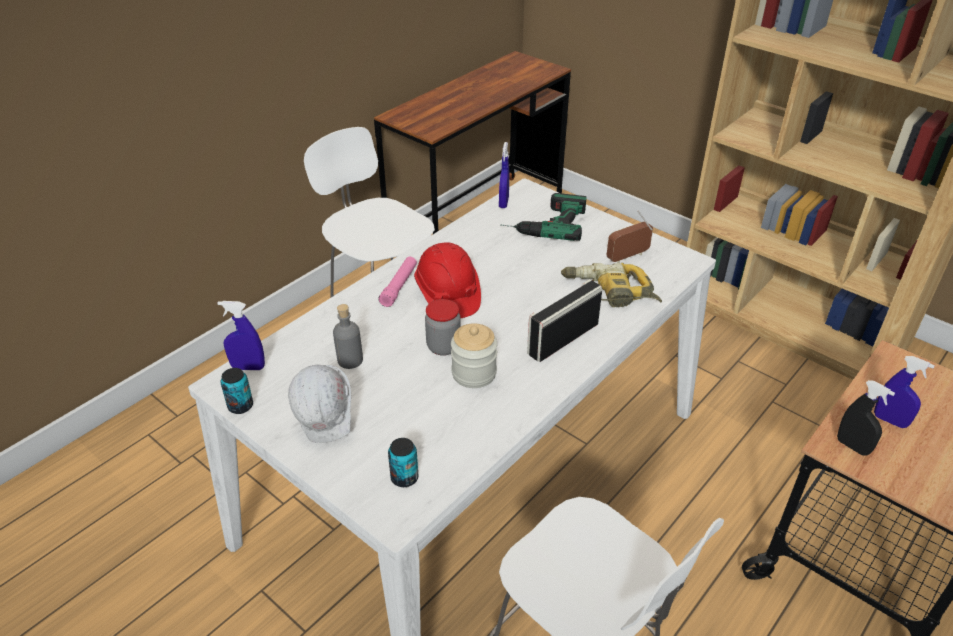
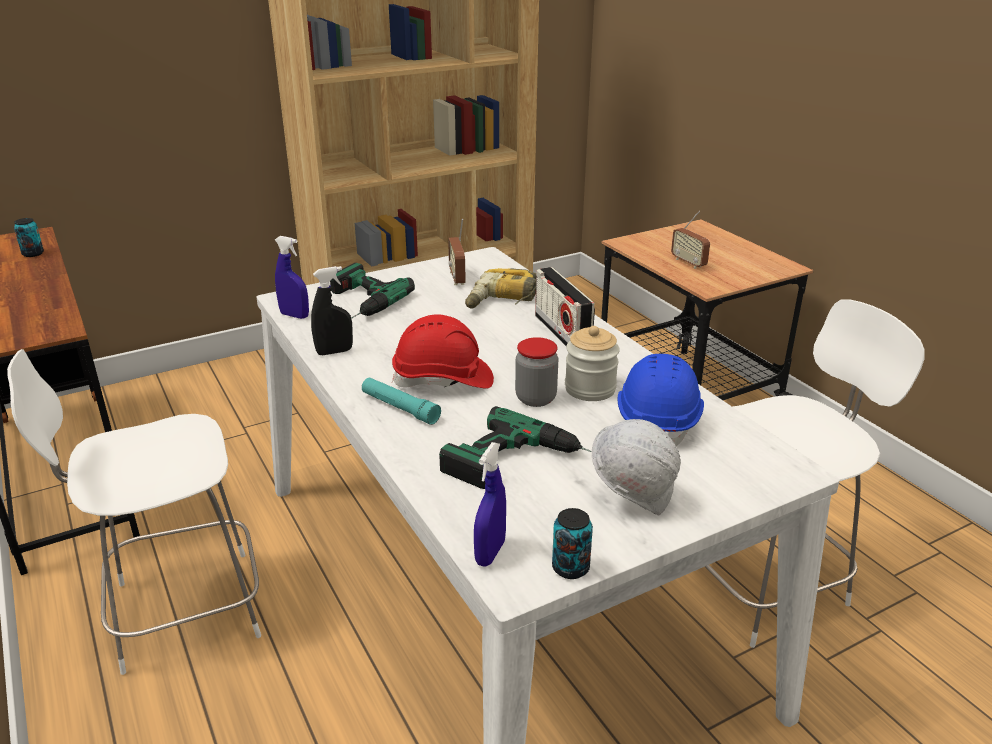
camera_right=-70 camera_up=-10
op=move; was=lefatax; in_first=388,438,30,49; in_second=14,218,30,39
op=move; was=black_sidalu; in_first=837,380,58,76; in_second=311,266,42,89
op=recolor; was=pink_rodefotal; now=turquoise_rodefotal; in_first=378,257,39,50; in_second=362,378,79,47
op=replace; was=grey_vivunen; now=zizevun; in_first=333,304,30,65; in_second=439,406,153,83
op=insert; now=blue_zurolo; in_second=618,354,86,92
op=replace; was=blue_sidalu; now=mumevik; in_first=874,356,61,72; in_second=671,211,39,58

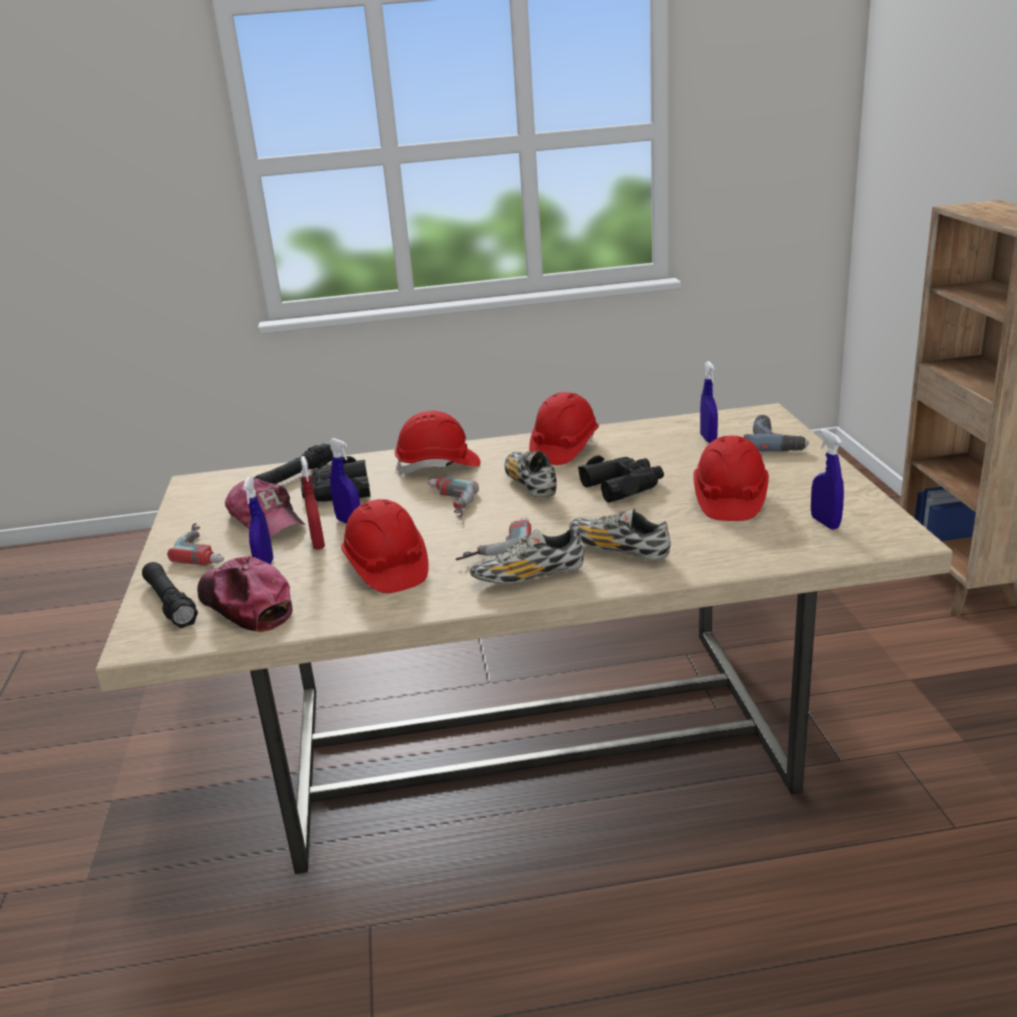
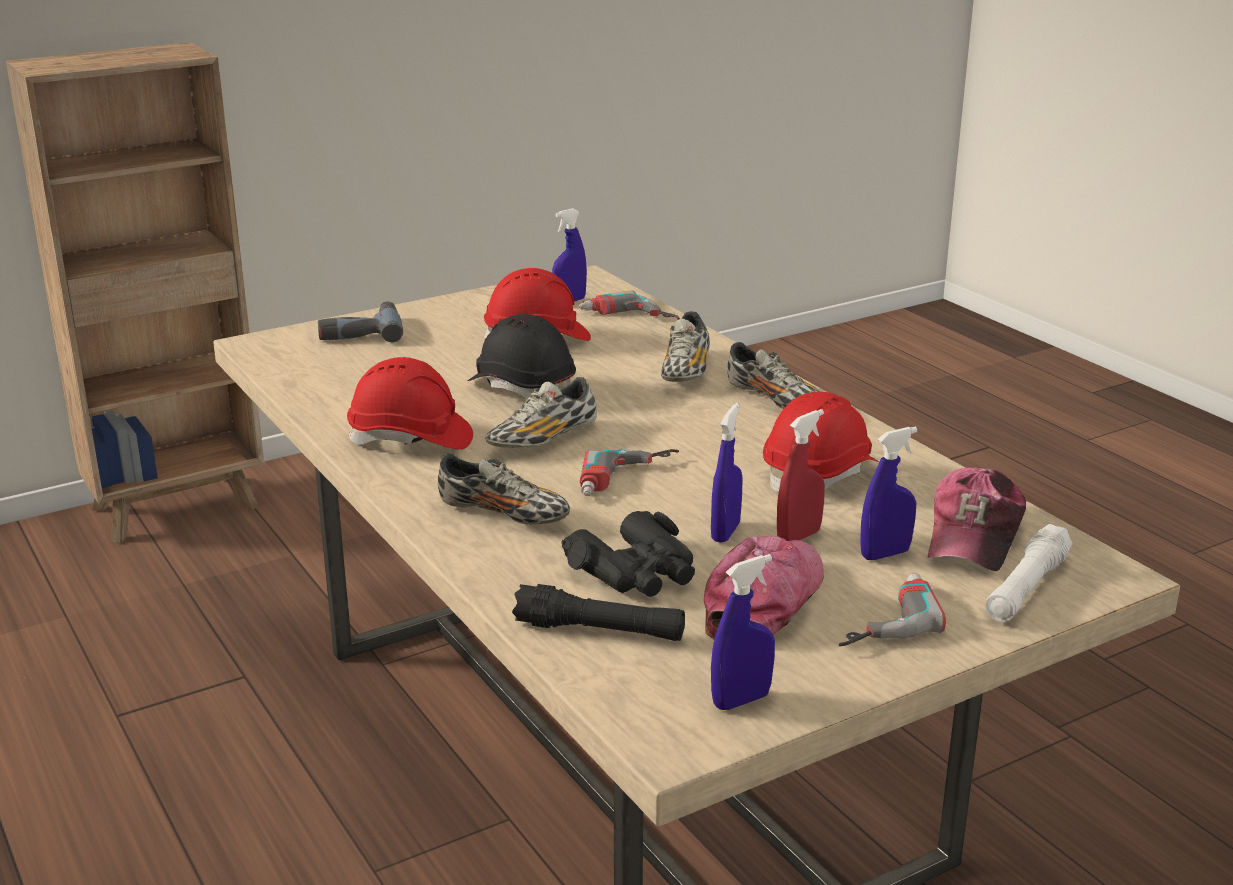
camera_right=-115 camera_up=0
op=replace; was=red_zurolo; now=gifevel; in_first=394,411,86,63; in_second=437,453,133,71
op=replace; was=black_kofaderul; now=black_zurolo; in_first=578,455,86,48; in_second=467,314,109,85
op=move; was=zizevun; in_first=456,517,75,43; in_second=579,290,101,30
op=move; was=blue_sidalu; in_first=700,361,18,82; in_second=711,554,64,156
op=recolor; was=black_rodefotal; now=white_rodefotal; in_first=142,562,56,66; in_second=985,524,87,98

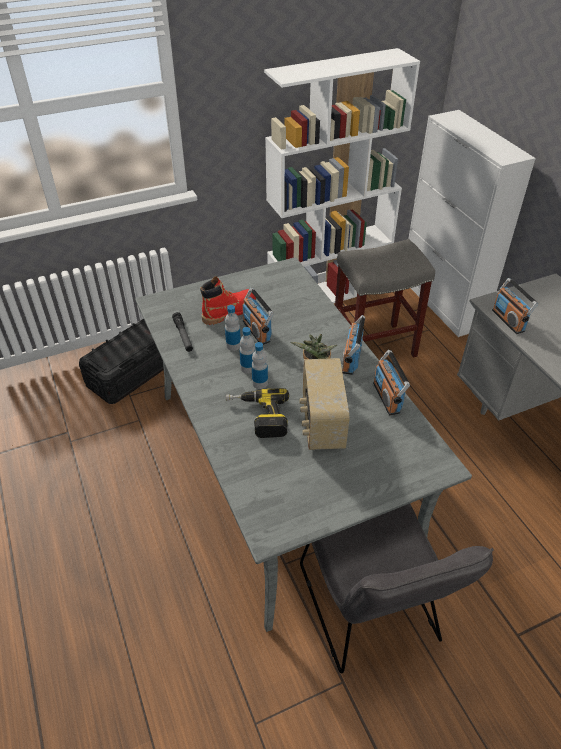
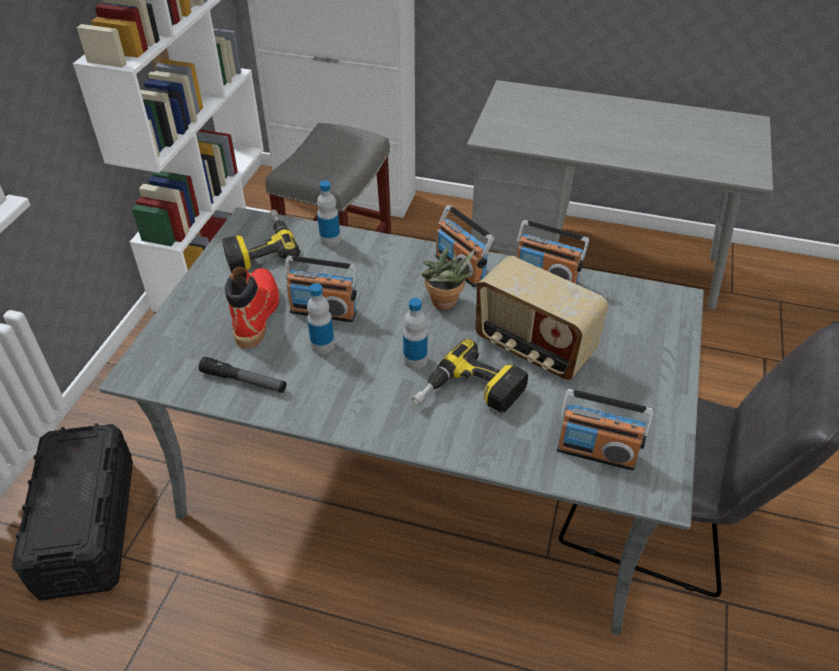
camera_right=-50 camera_up=0
op=insert; now=zizevun; in_second=222,209,78,64
op=move; was=vivunen; in_first=240,327,15,47; in_second=317,180,24,67
op=move; was=mumevik; in_first=492,278,46,56; in_second=557,389,96,82

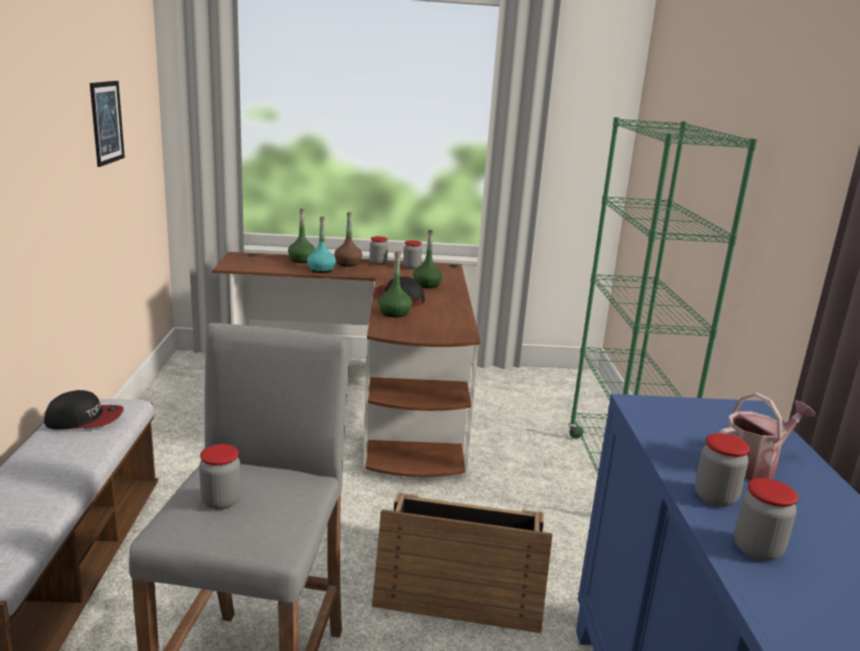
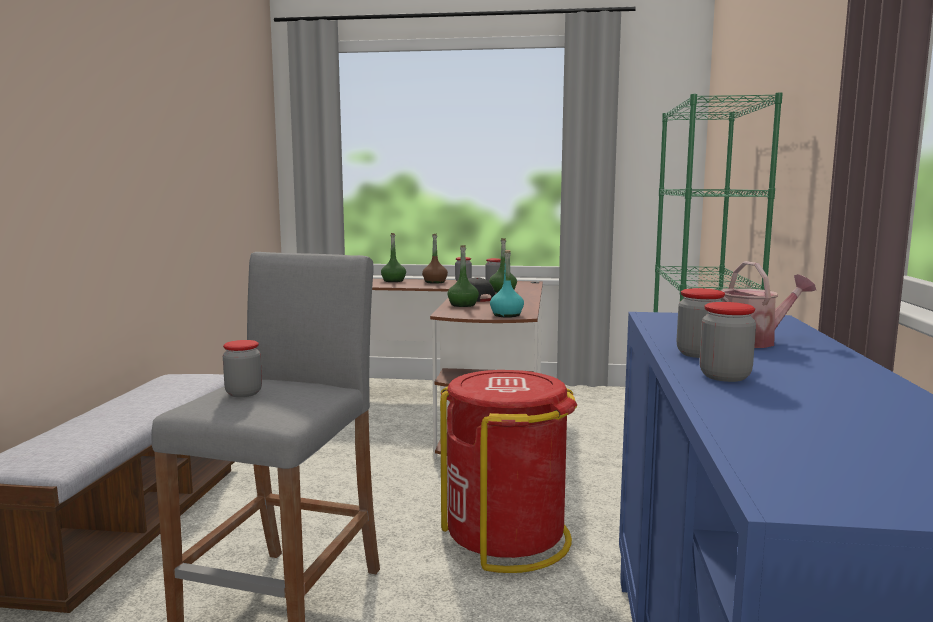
camera_right=10 camera_up=-10
op=replace; was=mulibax; now=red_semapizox; in_first=372,492,180,141; in_second=440,370,137,203
op=move; was=turquoise_vivunen; in_first=307,216,29,57; in_second=490,250,34,68
op=delete; was=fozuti; in_first=44,390,79,40
op=delete; was=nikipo; in_first=90,81,35,86

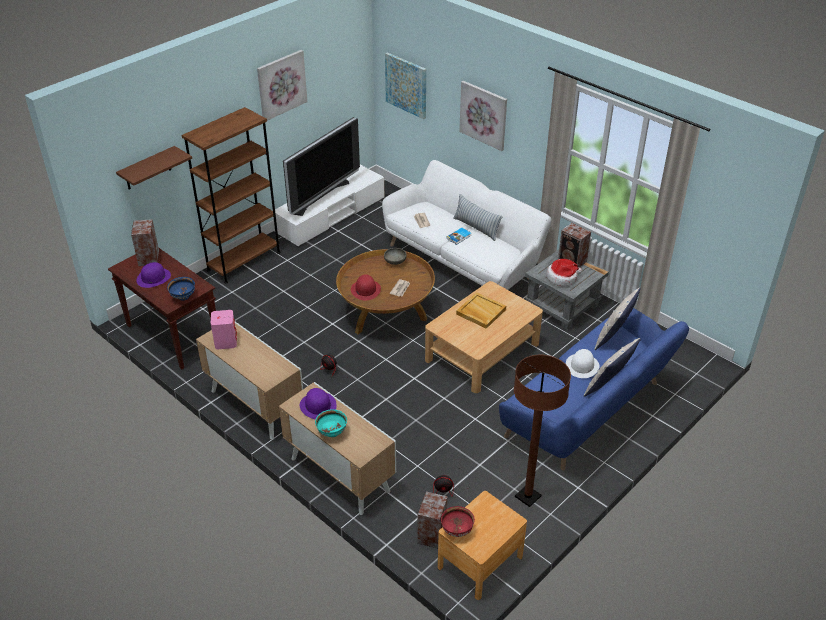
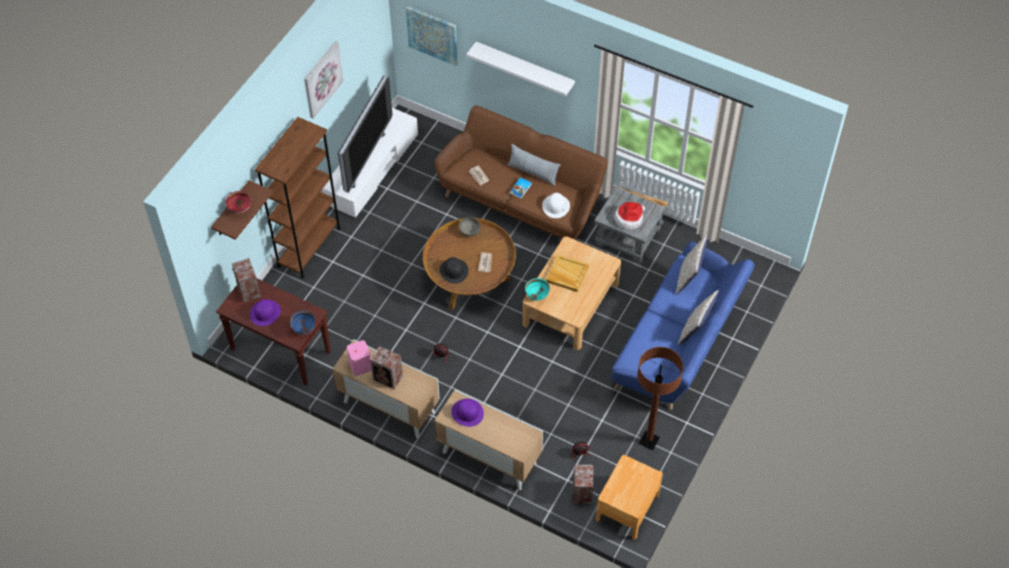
camera_right=-15 camera_up=15
op=move; was=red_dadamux; in_first=441,506,34,31; in_second=226,191,25,23
op=move; was=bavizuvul; in_first=558,223,33,44; in_second=370,346,33,43
op=recolor; was=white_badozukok; now=brown_badozukok; in_first=382,160,170,130; in_second=434,105,174,135
op=recolor; was=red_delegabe; now=black_delegabe; in_first=351,274,30,26; in_second=440,257,29,27
op=replace; was=nikipo; now=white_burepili; in_first=459,81,48,70; in_second=466,42,109,54
op=move; was=turquoise_dadamux; in_first=315,409,32,28; in_second=525,278,25,23
op=move; was=white_delegabe; in_first=566,349,33,29; in_second=542,193,28,25

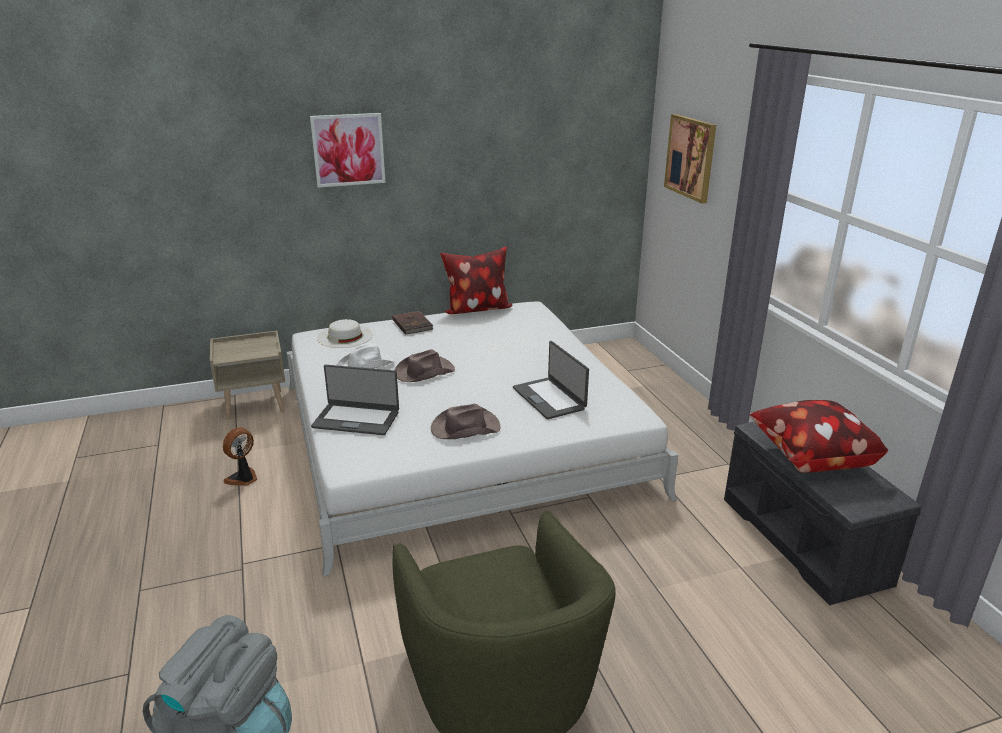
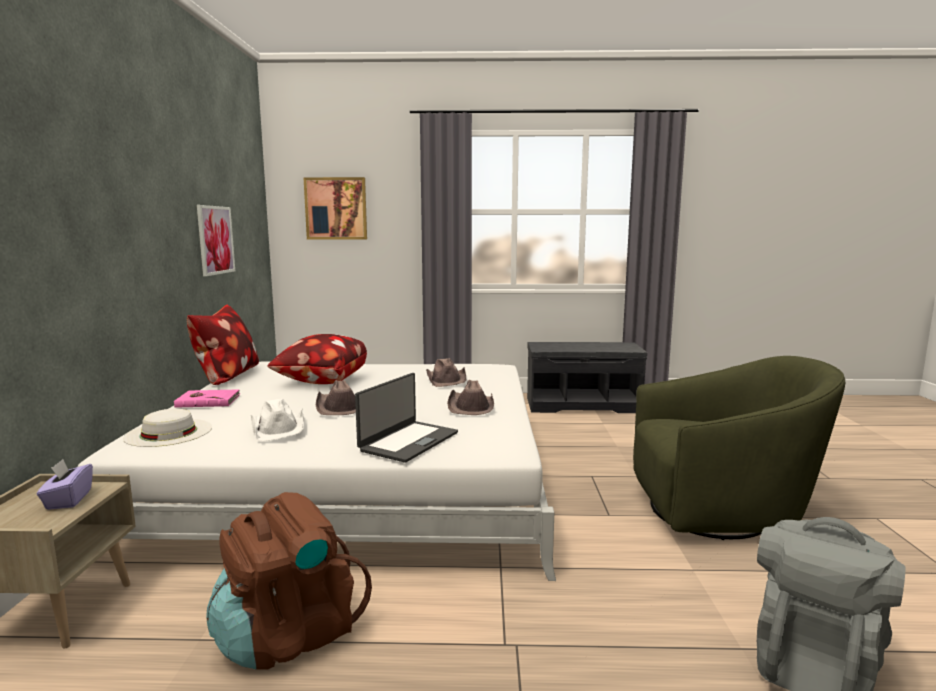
camera_right=-70 camera_up=-15
op=insert; now=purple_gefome; in_second=37,459,56,51
op=recolor; was=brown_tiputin; now=pink_tiputin; in_first=392,311,41,24; in_second=174,389,67,19
op=move; was=nikipo; in_first=310,113,76,75; in_second=197,205,38,71
op=replace; was=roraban; now=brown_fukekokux; in_first=223,427,35,59; in_second=206,492,166,178
op=move; was=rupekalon; in_first=750,400,138,73; in_second=267,334,100,50
op=replace; was=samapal; now=brown_delegabe; in_first=513,341,76,78; in_second=426,358,40,29

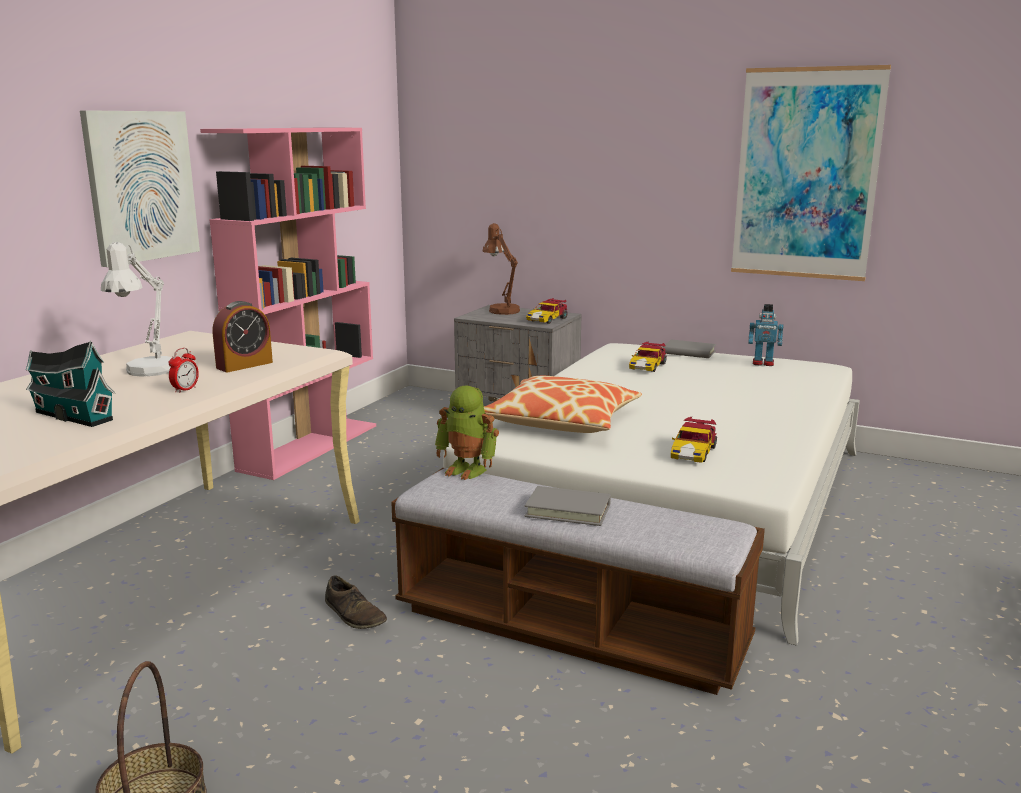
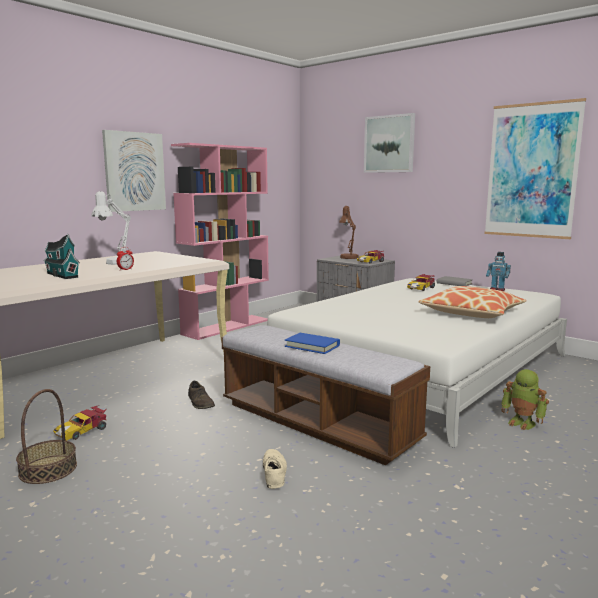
camera_right=15 camera_up=-5
op=move; was=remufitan; in_first=671,417,46,46; in_second=53,405,54,36
op=insert; now=beige_gifevel; in_second=263,449,24,40
op=recolor; was=grey_tiputin; now=blue_tiputin; in_first=525,486,86,40; in_second=285,333,55,21
op=insert; now=nikipo; in_second=364,113,51,60
op=move; was=rupekalon; in_first=484,376,158,57; in_second=418,286,108,32
op=move; was=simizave; in_first=435,385,64,95; in_second=501,369,48,61
op=delete; was=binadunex; in_first=213,301,60,71

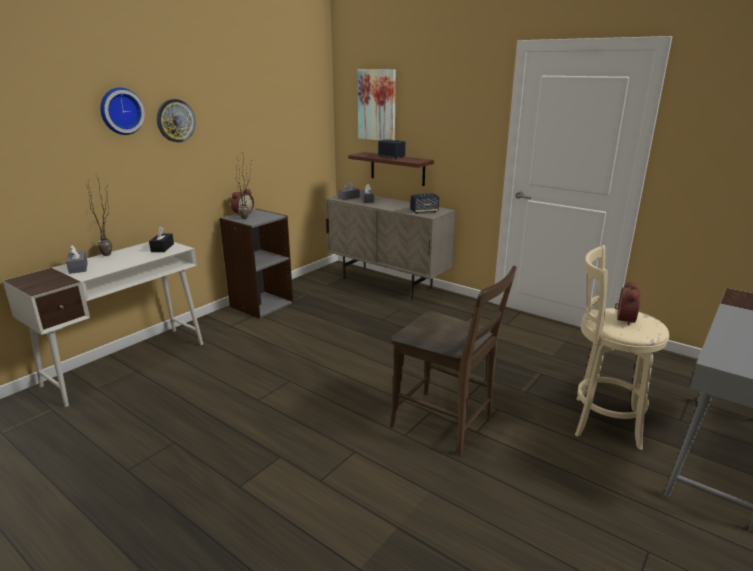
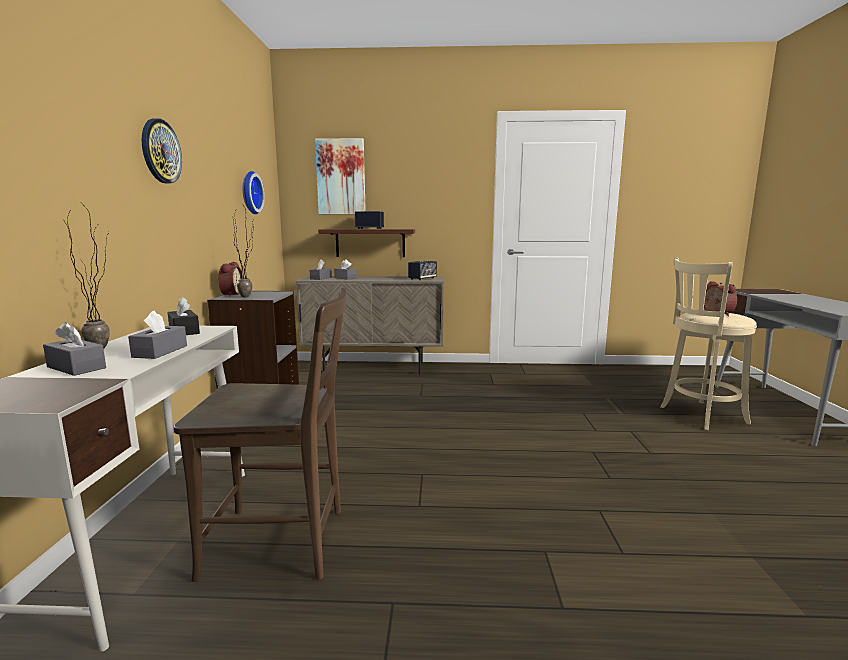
camera_right=-35 camera_up=-10
op=insert; now=grey_gefome; in_second=128,310,59,49
op=move; was=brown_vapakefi; in_first=390,266,127,190; in_second=173,288,174,294
op=move; was=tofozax; in_first=100,88,45,47; in_second=243,171,22,43

